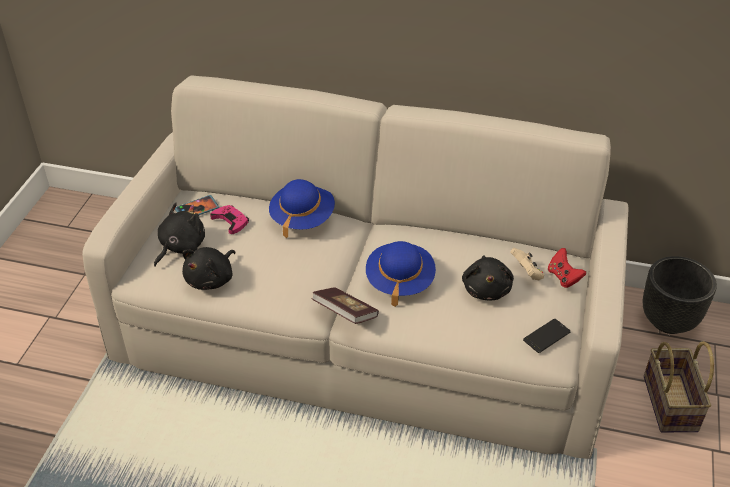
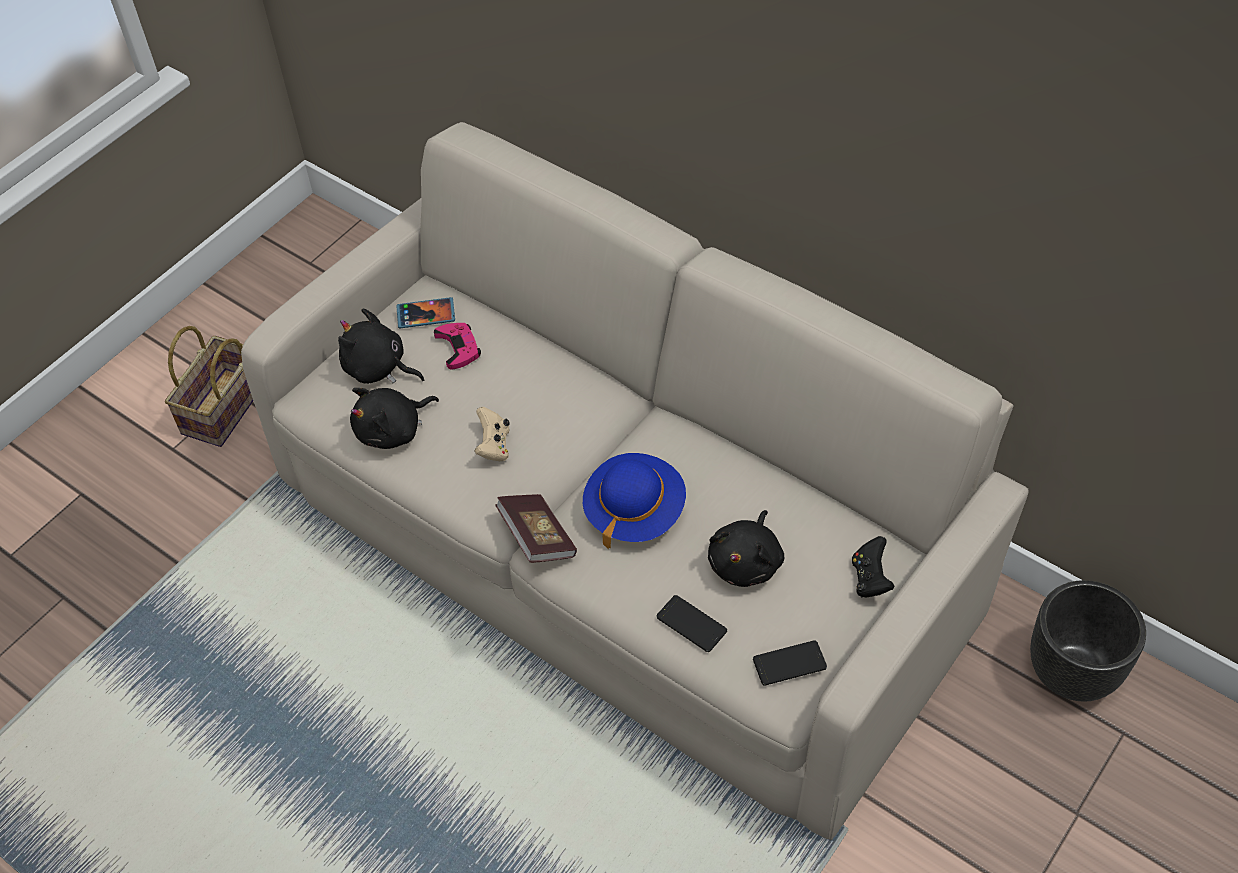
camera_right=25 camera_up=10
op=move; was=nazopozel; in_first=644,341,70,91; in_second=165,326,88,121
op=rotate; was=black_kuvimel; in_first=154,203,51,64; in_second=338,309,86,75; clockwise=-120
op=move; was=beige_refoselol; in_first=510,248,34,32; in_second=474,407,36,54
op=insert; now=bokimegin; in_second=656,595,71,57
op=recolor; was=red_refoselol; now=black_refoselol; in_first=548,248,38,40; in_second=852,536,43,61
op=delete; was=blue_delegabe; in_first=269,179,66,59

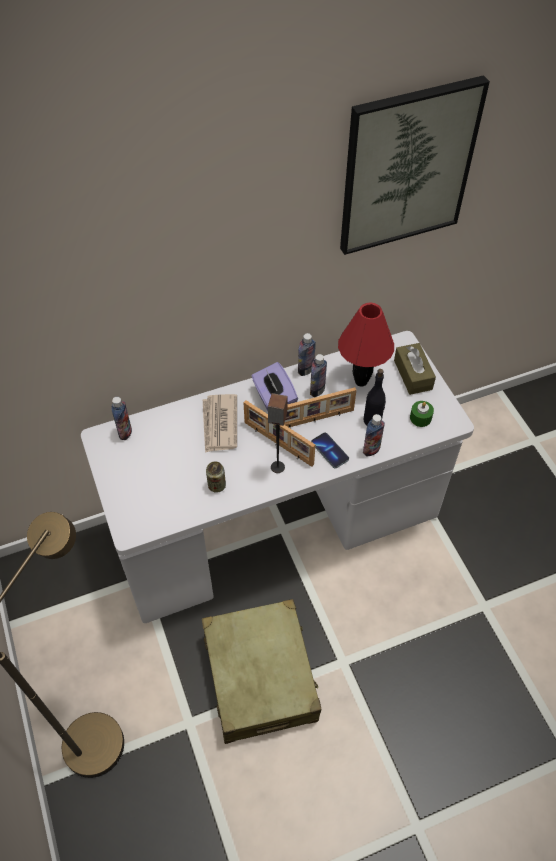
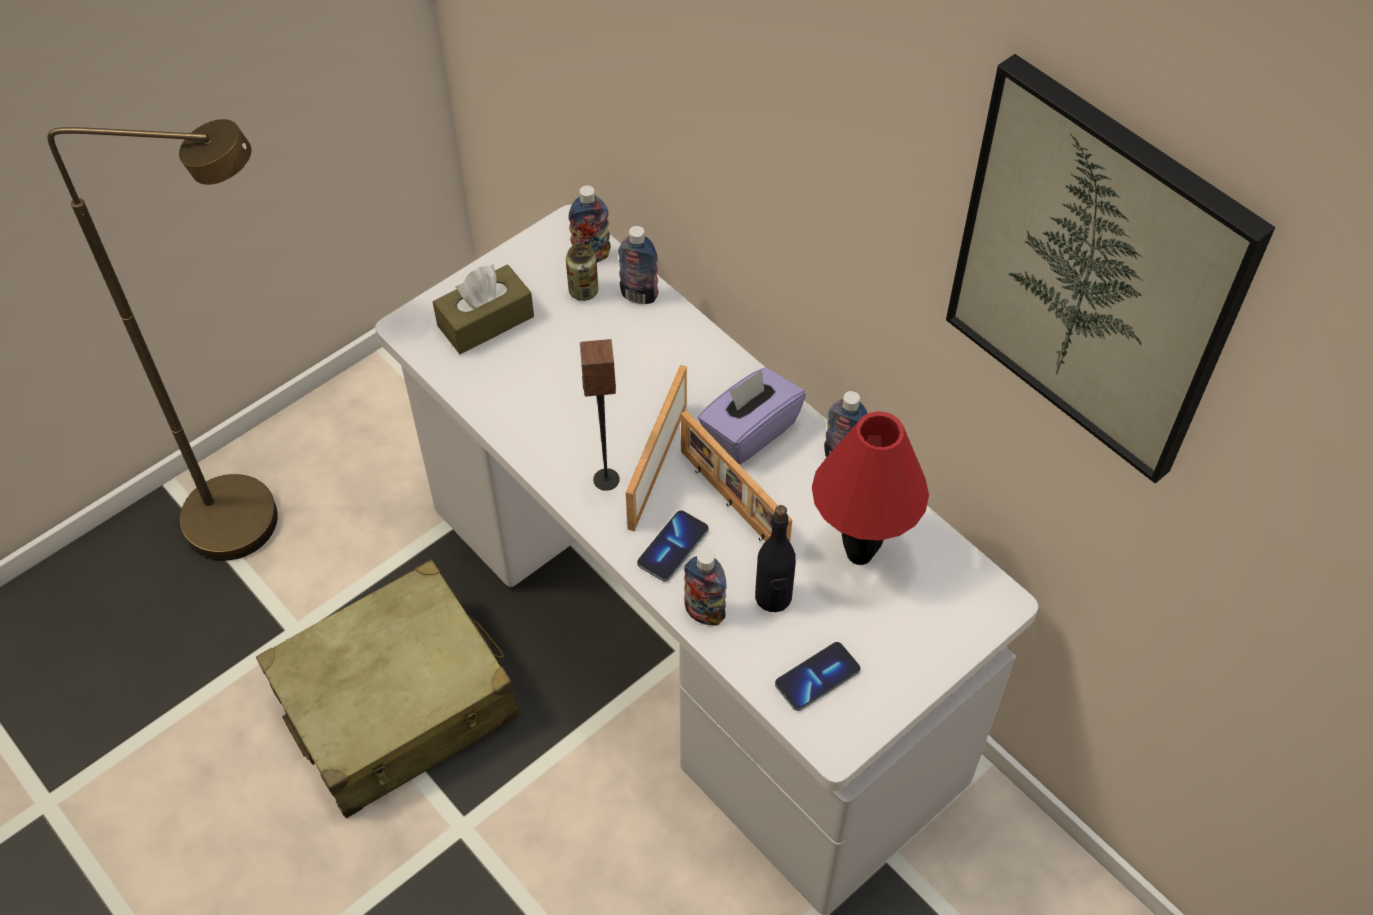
camera_right=70 camera_up=0
op=move; was=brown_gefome; in_first=394,343,42,52; in_second=433,264,101,90
op=move; was=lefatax; in_first=206,461,20,32; in_second=566,244,33,57
op=move; was=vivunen; in_first=310,354,17,43; in_second=618,226,41,78
op=replace; was=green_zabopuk; now=bokimegin; in_first=410,401,24,26; in_second=775,642,85,69
op=delete; was=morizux; in_first=203,394,34,59

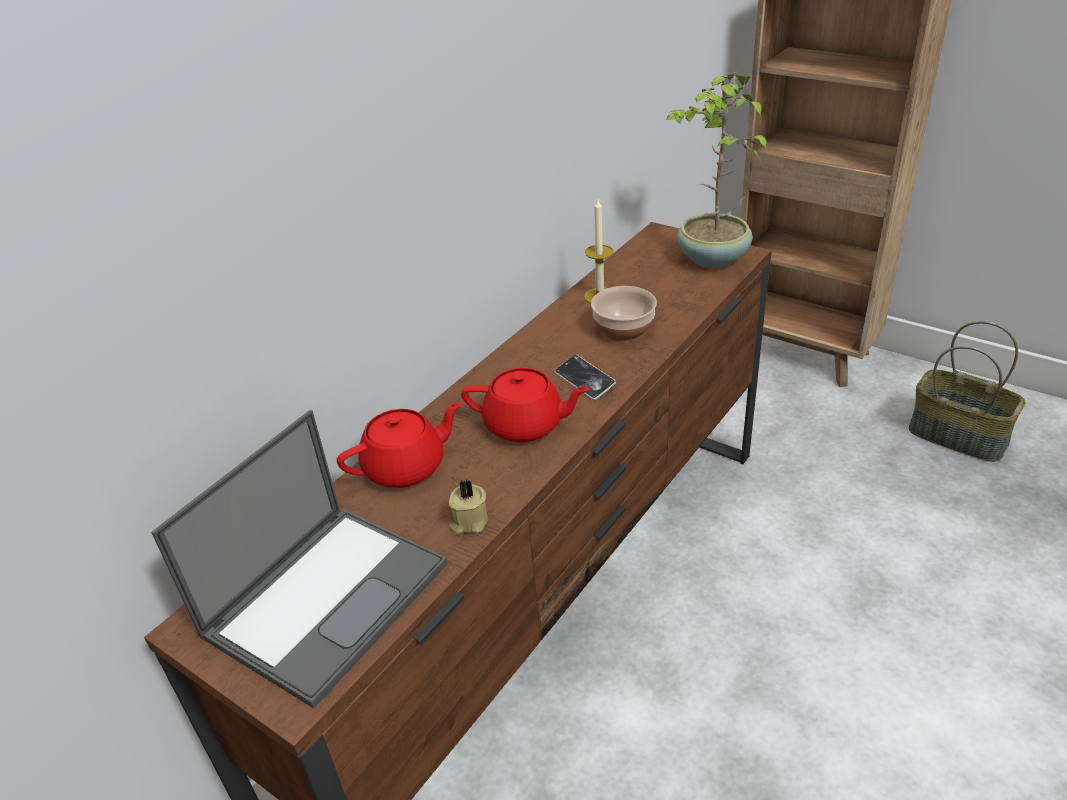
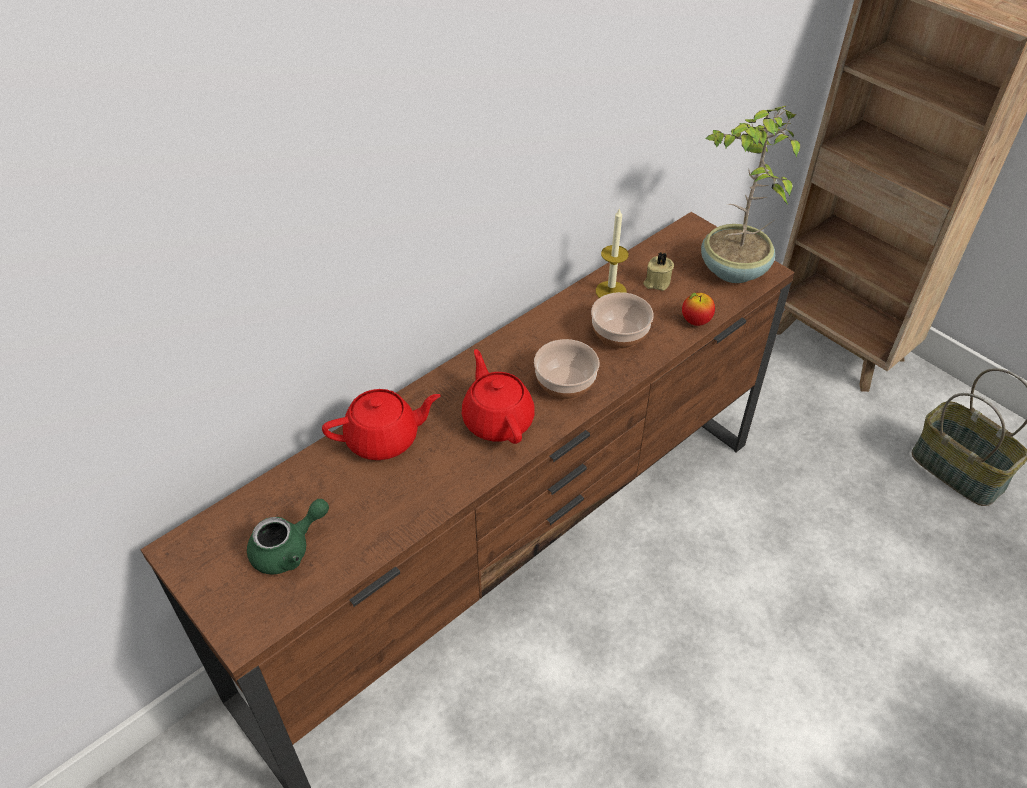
camera_right=10 camera_up=10
op=replace; was=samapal; now=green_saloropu; in_first=151,410,297,298; in_second=247,499,82,76
op=rotate; was=red_saloropu; in_first=461,368,129,74; in_second=462,349,73,95; clockwise=-135
op=replace; was=bokimegin; now=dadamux; in_first=555,355,61,45; in_second=534,339,65,61
op=move; was=beige_zabopuk; in_first=449,480,39,54; in_second=643,252,31,39
op=insert; now=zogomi; in_second=682,292,33,34

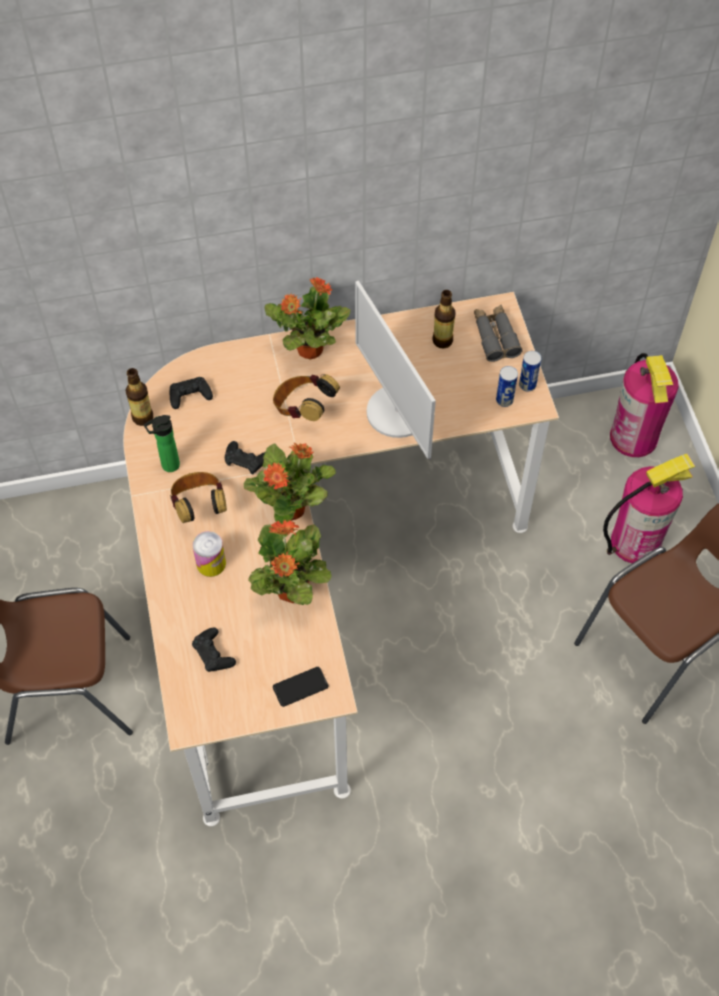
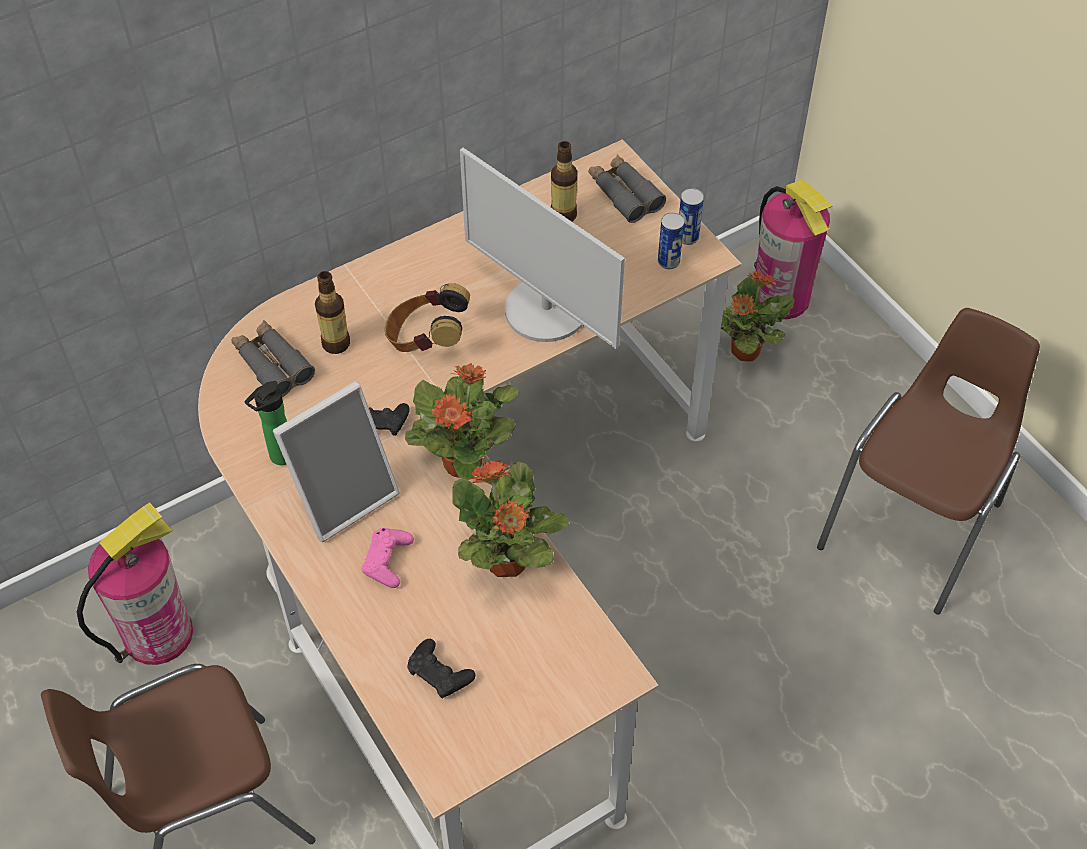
camera_right=-20 camera_up=-5
op=move; was=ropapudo; in_first=603,454,92,109; in_second=77,503,116,162
op=replace; was=black_refoselol; now=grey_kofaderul; in_first=170,377,43,32; in_second=232,320,83,77
op=replace; was=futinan; now=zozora; in_first=170,472,57,51; in_second=273,381,127,161
op=move; was=vivunen; in_first=126,368,27,58; in_second=315,271,35,83
op=replace; was=lefatax; now=pink_refoselol; in_first=192,531,34,46; in_second=361,528,53,60
op=move; was=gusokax; in_first=265,277,85,82; in_second=721,271,73,90
op=delete; was=bokimegin; in_first=273,667,55,40

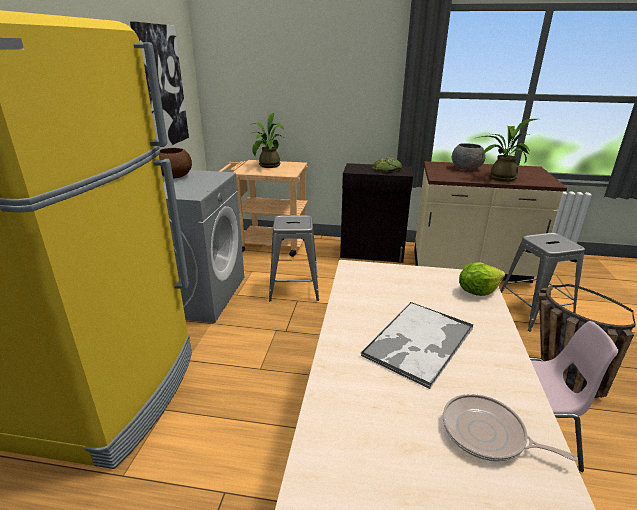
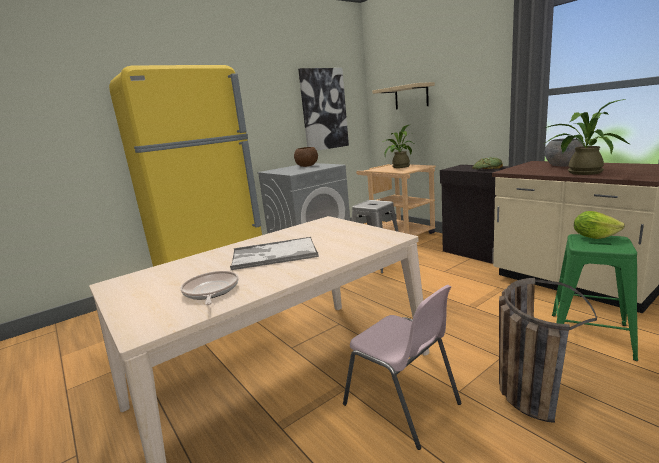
camera_right=45 camera_up=-10
op=insert; now=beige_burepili; in_second=372,82,63,28
op=recolor; was=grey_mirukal; now=green_mirukal; in_first=501,233,84,99; in_second=552,234,86,127
op=move; was=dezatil; in_first=459,262,46,34; in_second=574,211,51,28

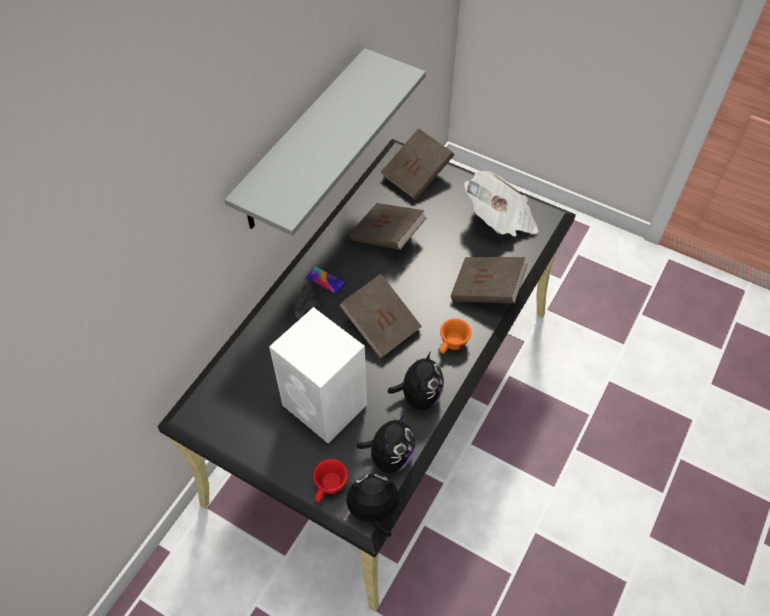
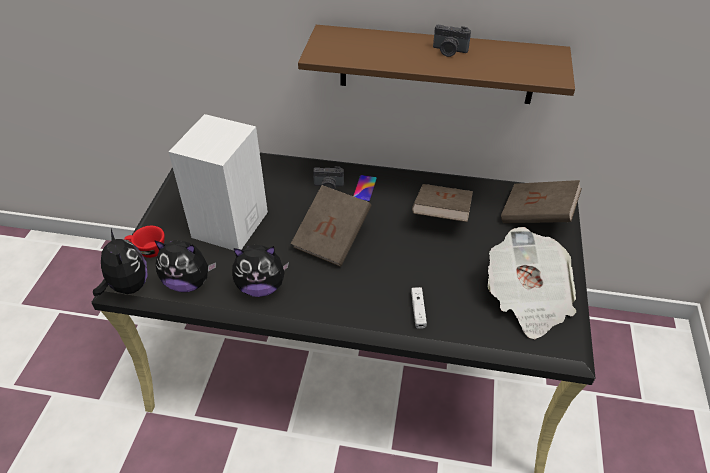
camera_right=70 camera_up=-10
op=recolor; was=grey_burepili; now=brown_burepili; in_first=224,48,202,188; in_second=298,25,277,79
op=replace; was=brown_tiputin; now=white_refoselol; in_first=451,257,77,47; in_second=411,287,16,42
op=insert; now=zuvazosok; in_second=433,25,38,32
op=delete; was=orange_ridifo; in_first=440,318,31,36

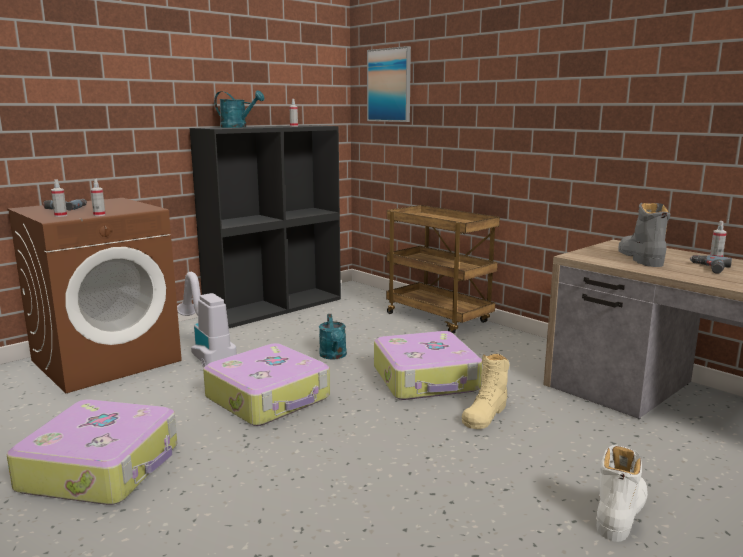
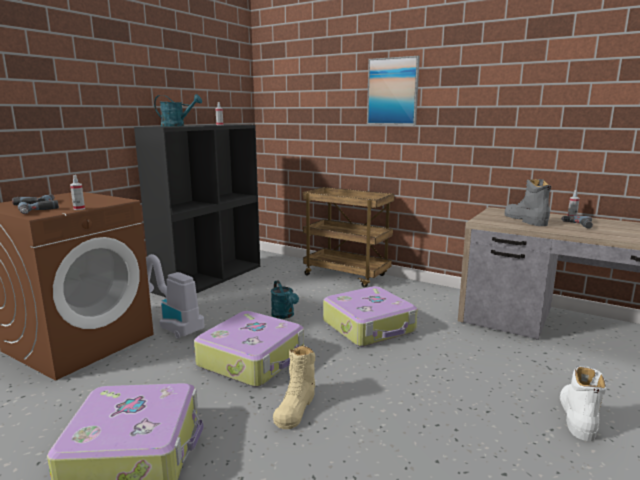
camera_right=-15 camera_up=0
op=replace; was=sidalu; now=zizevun; in_first=51,179,16,38; in_second=18,200,41,14
op=move; was=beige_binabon; in_first=462,353,47,76; in_second=273,345,42,84
op=move; was=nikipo; in_first=367,46,44,76; in_second=367,56,53,69

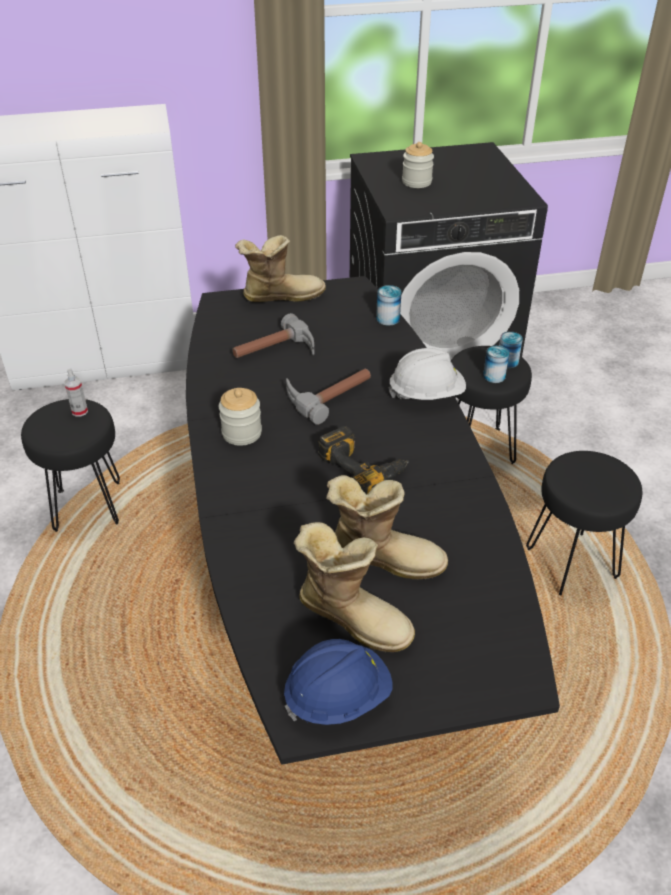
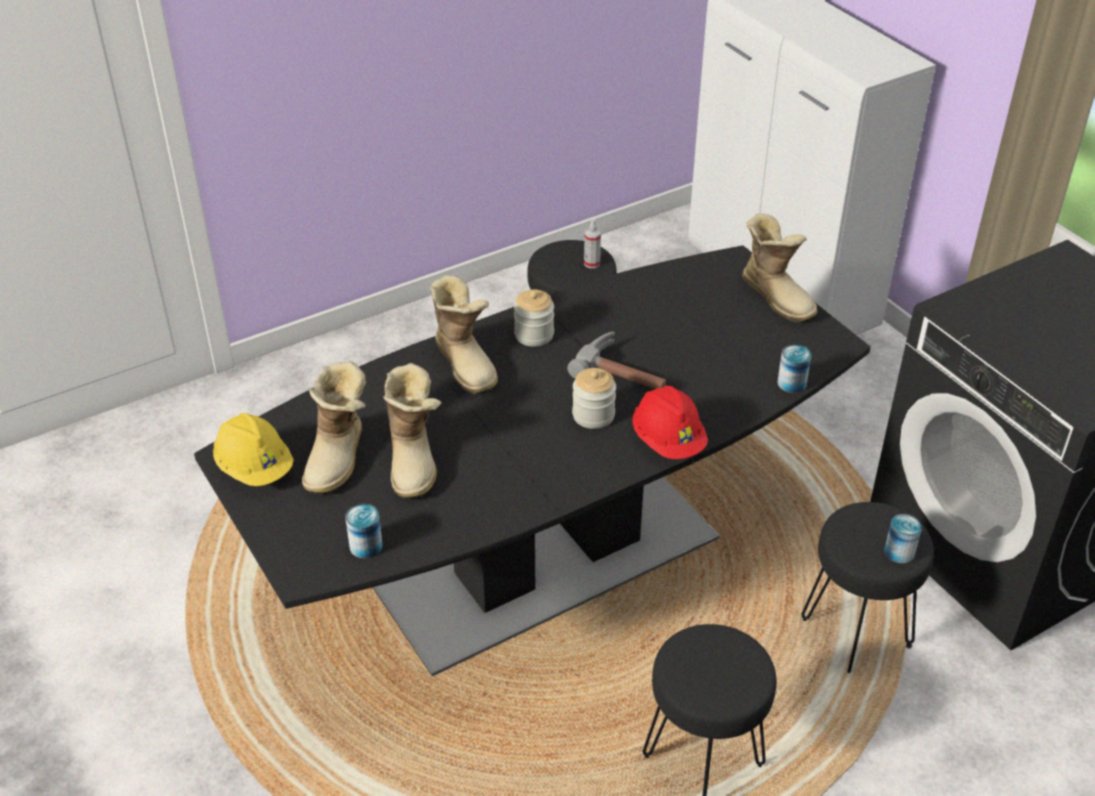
camera_right=70 camera_up=0
op=recolor; was=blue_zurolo; now=yellow_zurolo; in_first=284,639,109,86; in_second=213,413,81,73
op=move; was=lefatax; in_first=483,346,26,37; in_second=345,504,38,55
op=insert; now=binabon; in_second=430,275,68,120
op=move; was=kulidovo; in_first=402,142,32,46; in_second=572,368,44,61
op=recolor; was=white_zurolo; now=red_zurolo; in_first=388,348,78,52; in_second=632,386,76,73
op=delete; was=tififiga; in_first=232,313,82,45
op=delete; was=zizevun; in_first=318,426,91,68

